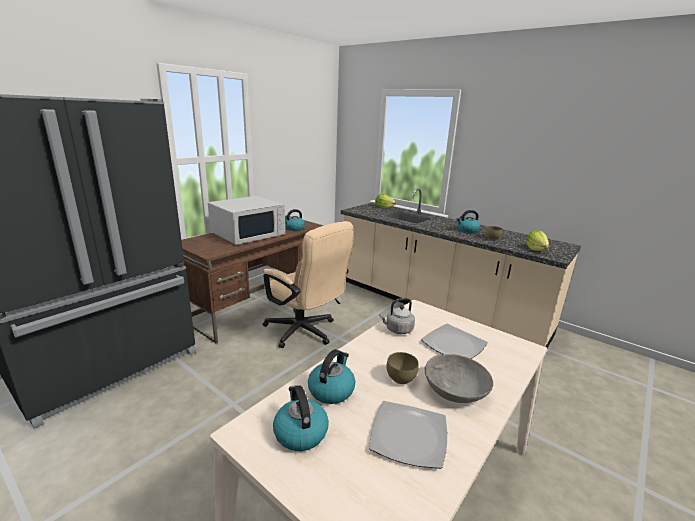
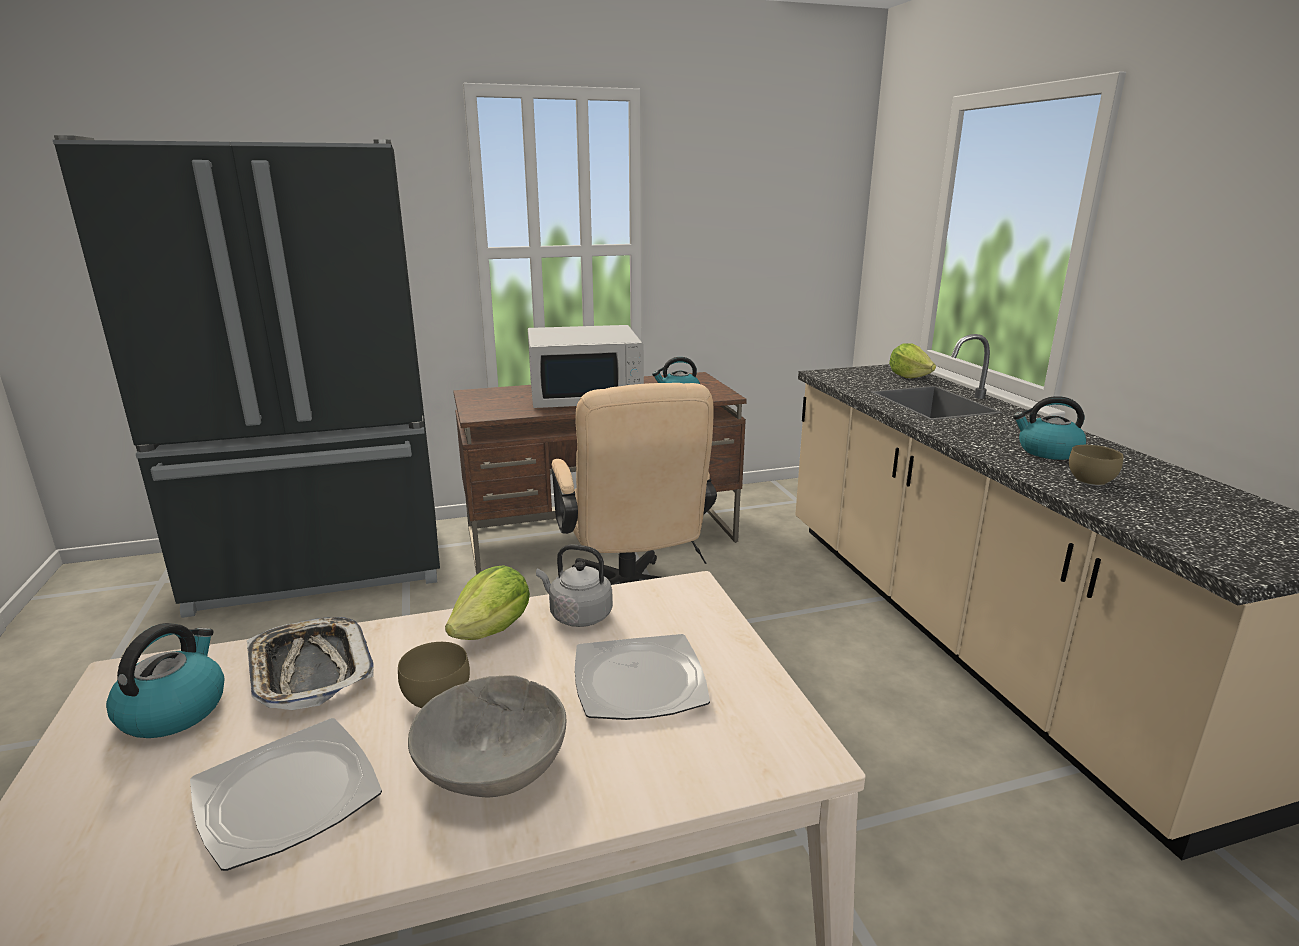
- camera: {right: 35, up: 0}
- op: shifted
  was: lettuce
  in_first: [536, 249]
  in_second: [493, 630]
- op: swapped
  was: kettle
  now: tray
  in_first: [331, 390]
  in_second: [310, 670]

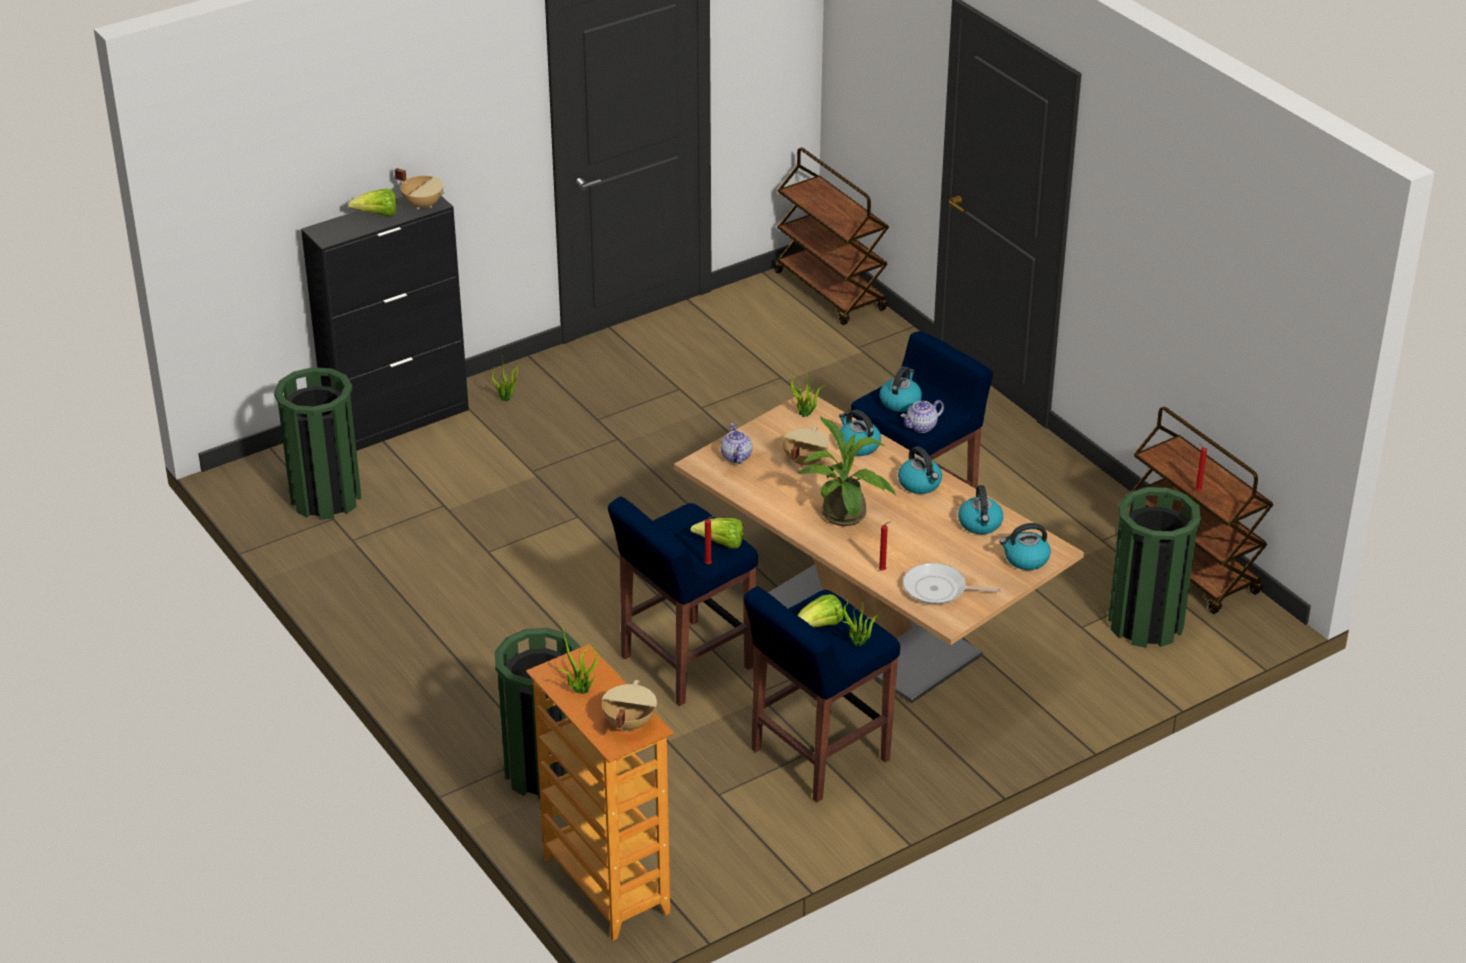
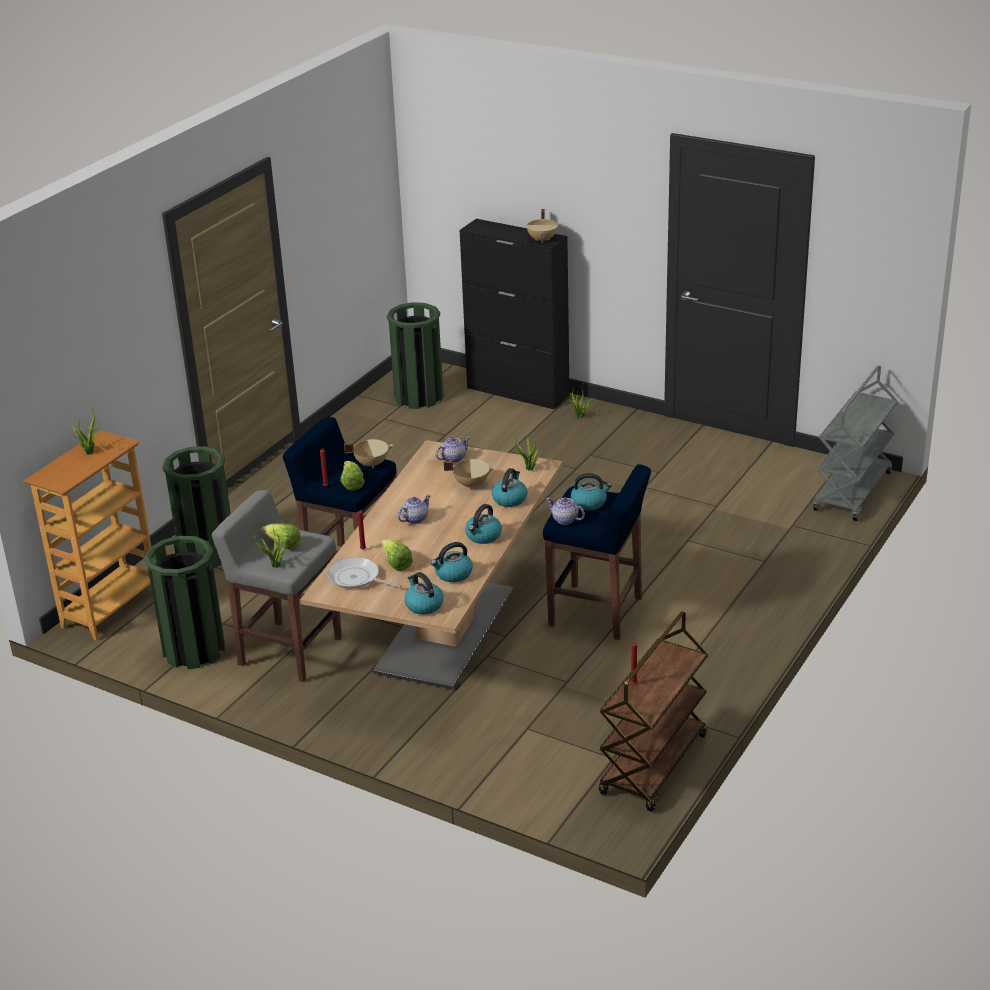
- camera: {right: 65, up: -5}
- op: shifted
  was: lettuce
  in_first: [378, 215]
  in_second: [396, 564]
- op: shifted
  was: beige cooking pot
  in_first: [628, 723]
  in_second: [371, 463]
- op: shifted
  was: green trash can
  in_first: [1146, 623]
  in_second: [194, 650]
- op: swapped
  was: potted plant
  now: teapot
  in_first: [846, 518]
  in_second: [415, 519]
- op: repainted
  was: blue stool
  now: grey stool
  in_first: [818, 756]
  in_second: [288, 651]
- op: repainted
  was: brown cart
  now: grey cart
  in_first: [831, 291]
  in_second: [853, 492]
- op: rotated
  was: frying pan
  in_first: [939, 590]
  in_second: [356, 578]
  clockwise: -45

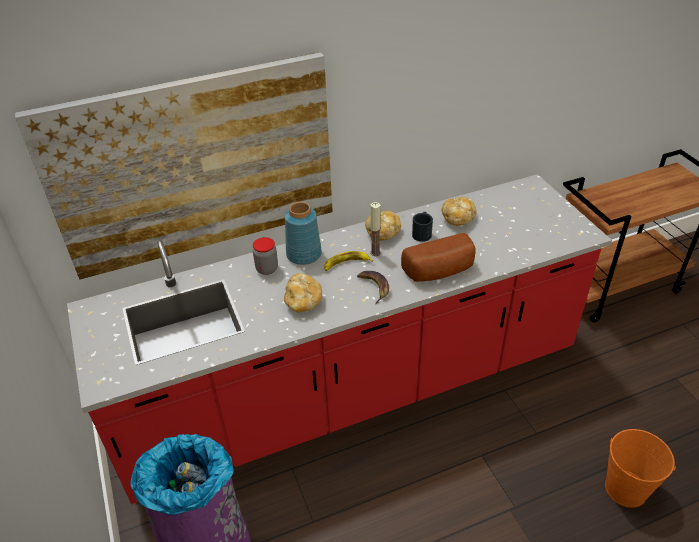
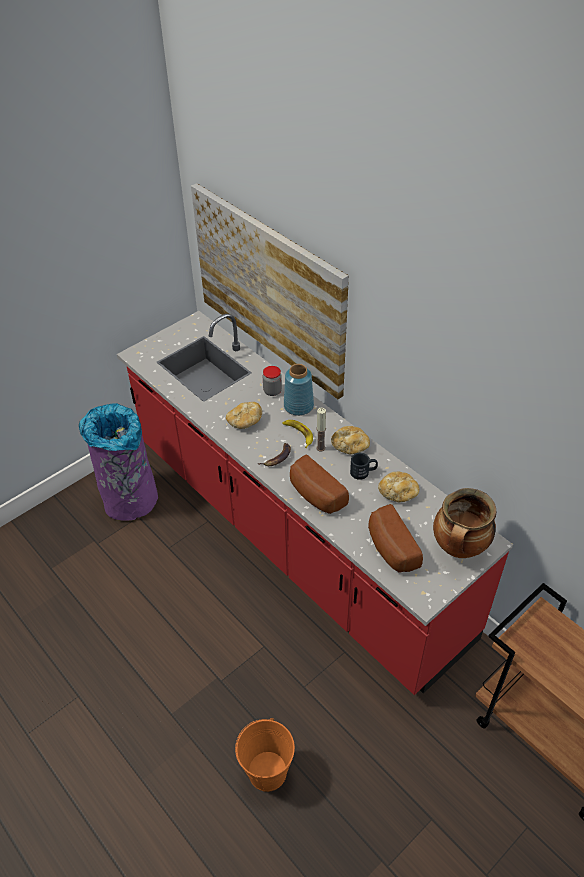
- camera: {right: 70, up: 5}
- op: new
  now: bread
  in_second: [390, 549]
- op: new
  now: cooking pot
  in_second: [459, 548]

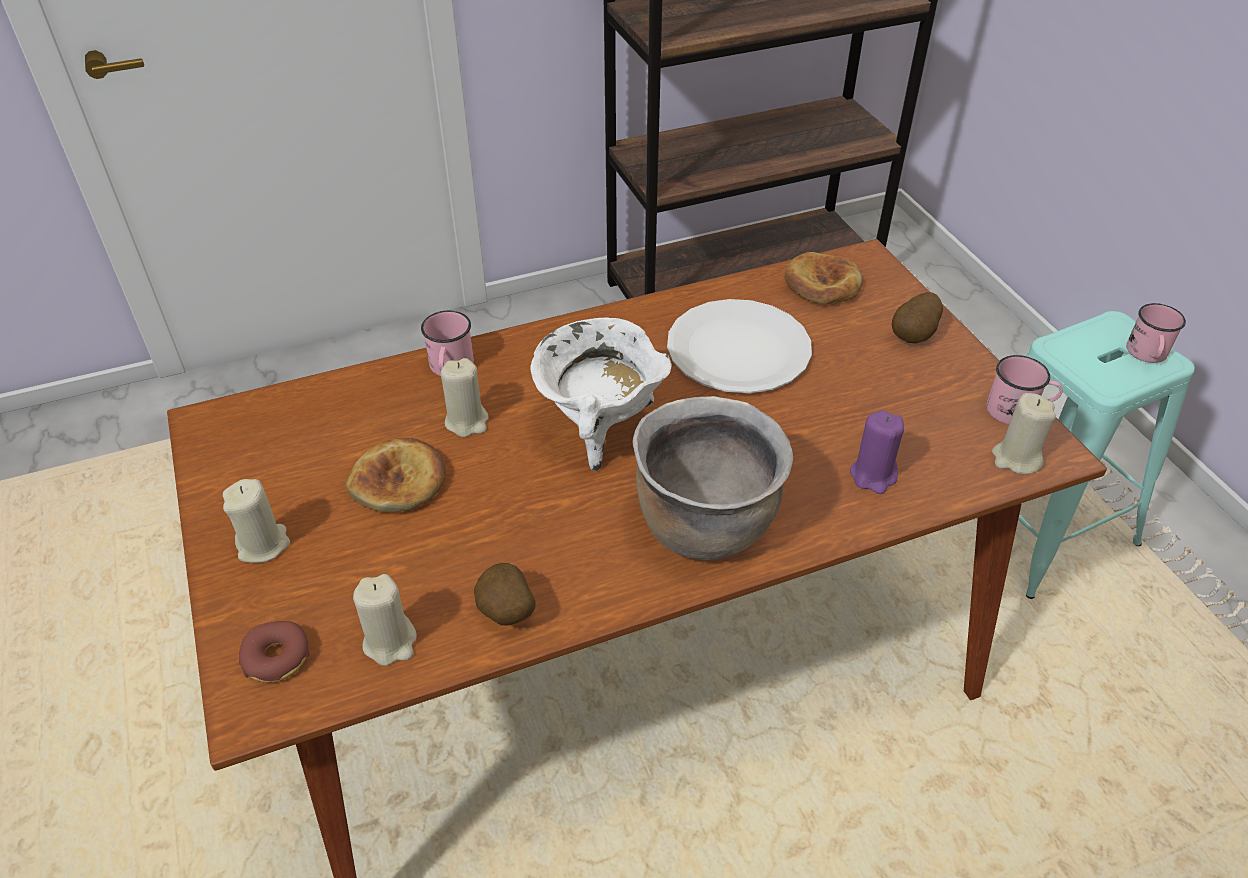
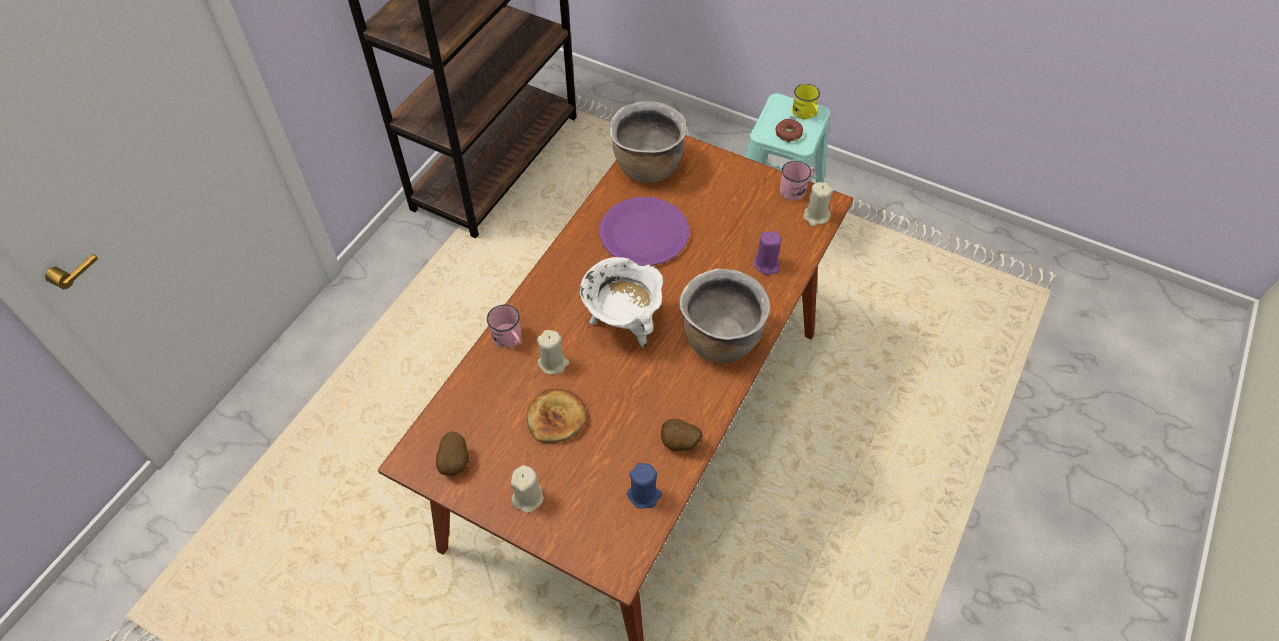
- camera: {right: -40, up: 10}
- op: shifted
  was: donut
  in_first: [277, 657]
  in_second: [788, 134]
- op: shifted
  was: potato
  in_first: [914, 336]
  in_second: [455, 462]
- op: swapped
  was: bread
  now: brown cooking pot
  in_first: [822, 284]
  in_second: [647, 167]
- op: repainted
  was: beige candle
  now: blue candle
  in_first: [390, 642]
  in_second: [644, 494]
- op: repainted
  was: white plate
  now: purple plate
  in_first: [739, 349]
  in_second: [644, 233]
- op: repainted
  was: pink mug
  now: yellow mug
  in_first: [1147, 355]
  in_second: [805, 114]

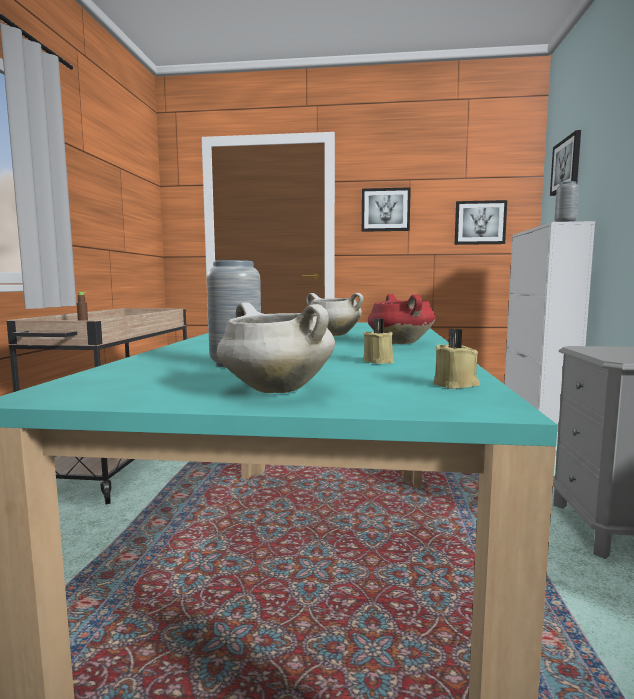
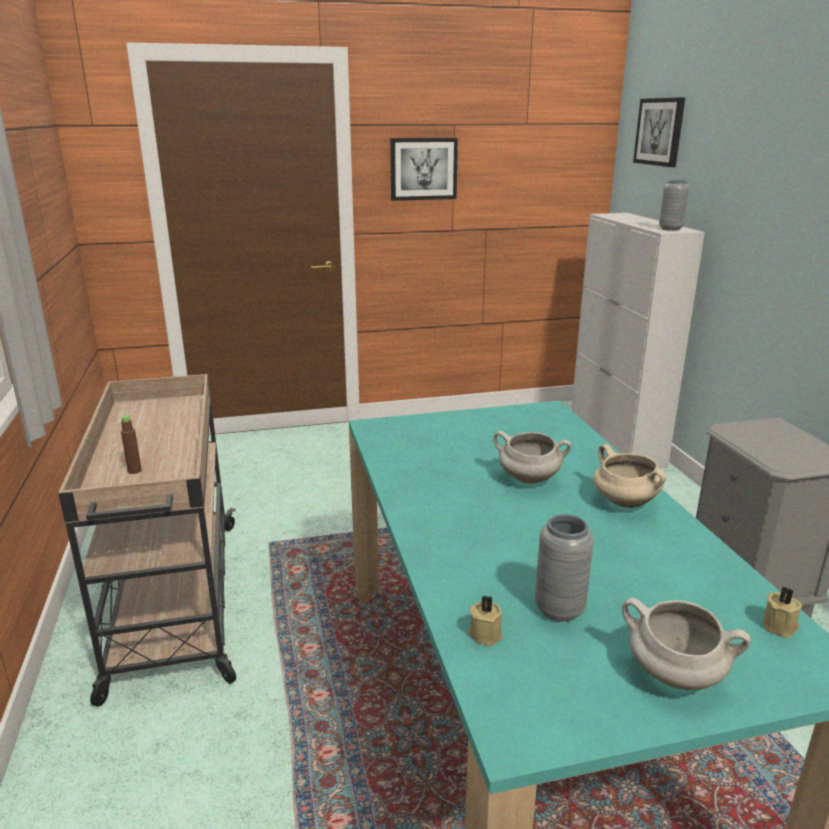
- camera: {right: -20, up: 15}
- op: gone
  was: picture
  in_first: [480, 223]
- op: shifted
  was: beige candle
  in_first: [379, 361]
  in_second: [485, 633]
- op: repainted
  was: red cooking pot
  now: beige cooking pot
  in_first: [399, 343]
  in_second: [623, 502]

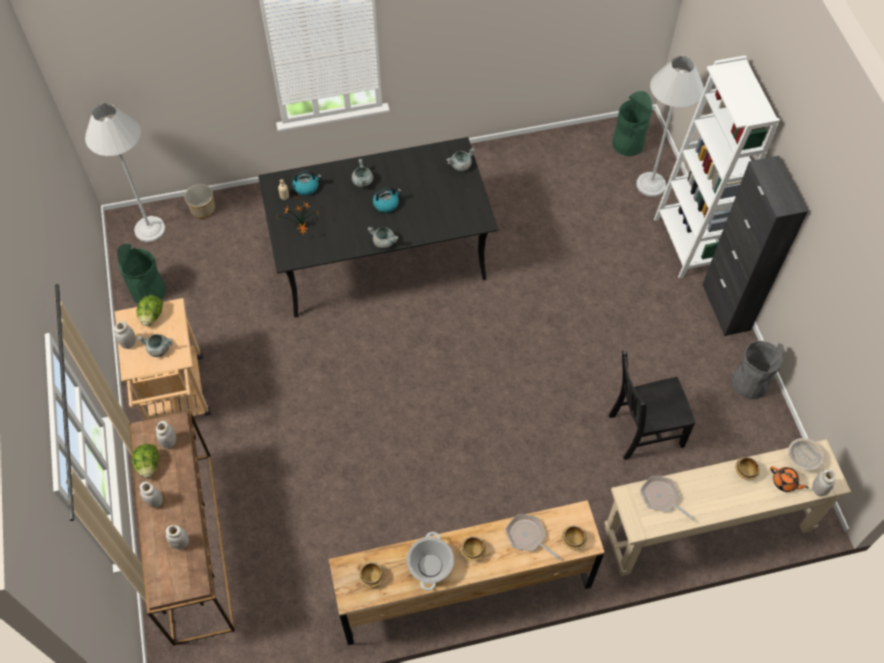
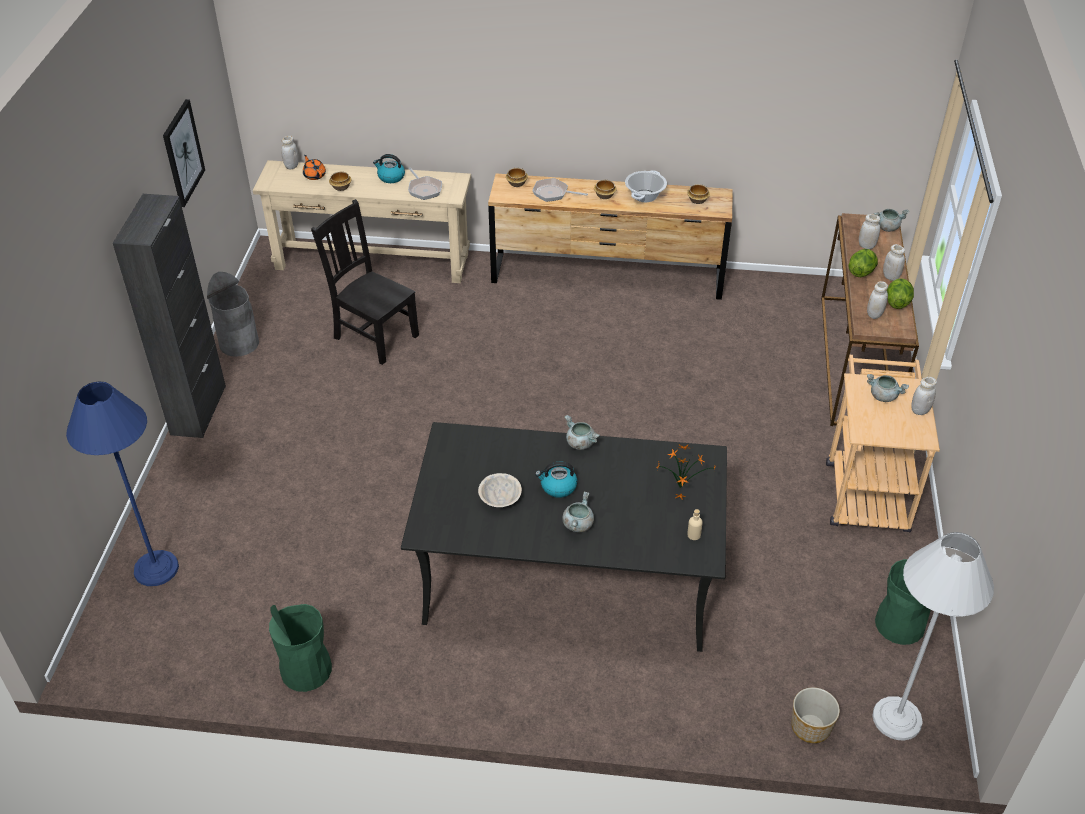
- camera: {right: -160, up: -15}
- op: gone
  was: white bookcase
  in_first: [686, 244]
- op: new
  now: picture
  in_second: [183, 153]
- op: shifted
  was: lettuce
  in_first: [152, 316]
  in_second: [861, 272]
- op: shifted
  was: kettle
  in_first: [306, 187]
  in_second: [390, 177]
- op: shifted
  was: grey cooking pot
  in_first: [460, 166]
  in_second: [887, 227]
- op: shifted
  was: green trash can
  in_first: [628, 144]
  in_second: [306, 670]
- op: shifted
  was: beige bowl
  in_first: [803, 458]
  in_second: [500, 498]
- op: repainted
  was: white floor lamp
  now: blue floor lamp
  in_first: [651, 184]
  in_second: [156, 568]
- op: rotated
  was: frying pan
  in_first: [528, 536]
  in_second: [553, 193]
  clockwise: 135
- op: rotated
  was: black chair
  in_first: [643, 431]
  in_second: [374, 335]
  clockwise: -150

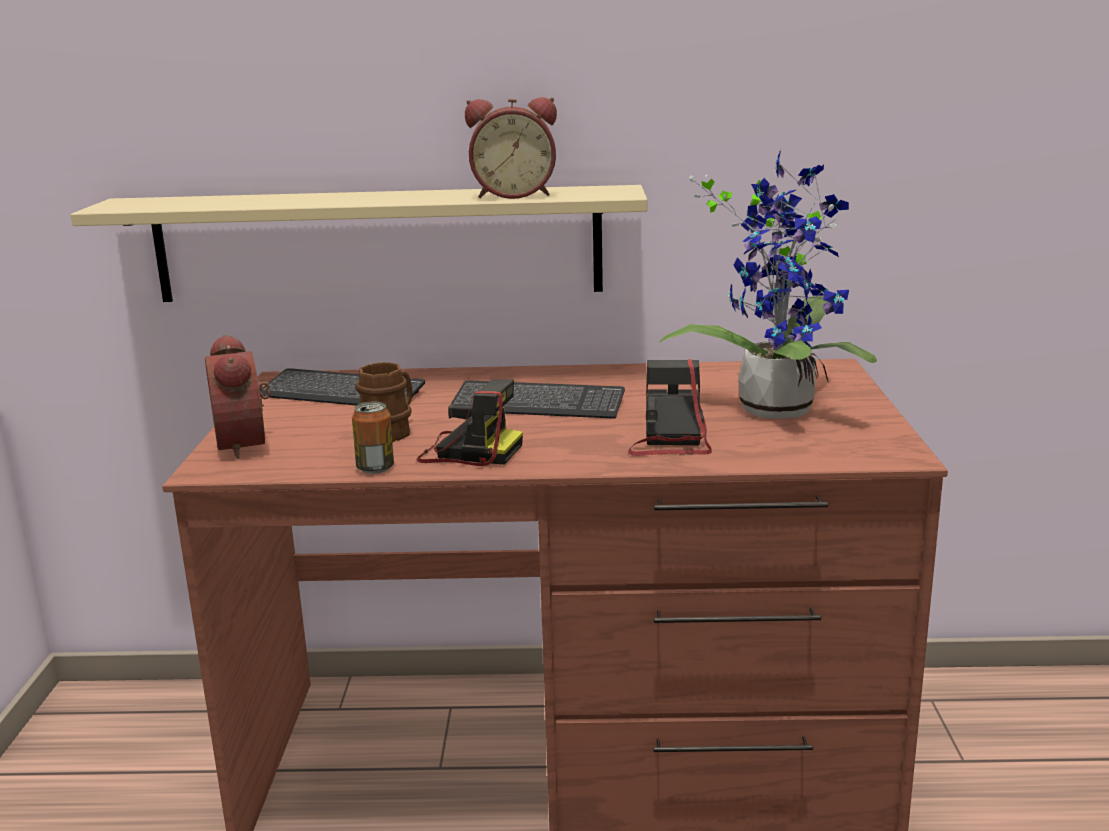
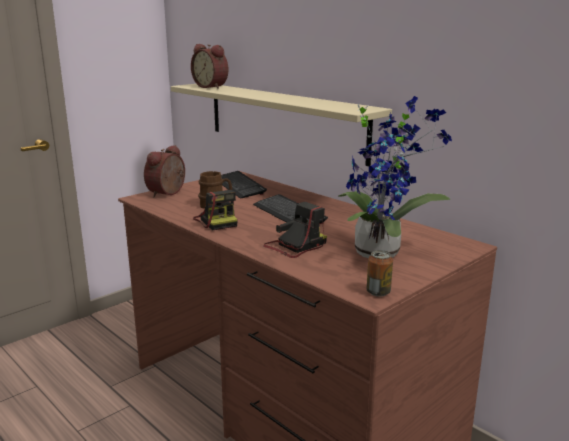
- camera: {right: 45, up: 0}
- op: shifted
  was: can
  in_first: [375, 468]
  in_second: [378, 292]
- op: shifted
  was: alarm clock
  in_first: [514, 195]
  in_second: [212, 87]

